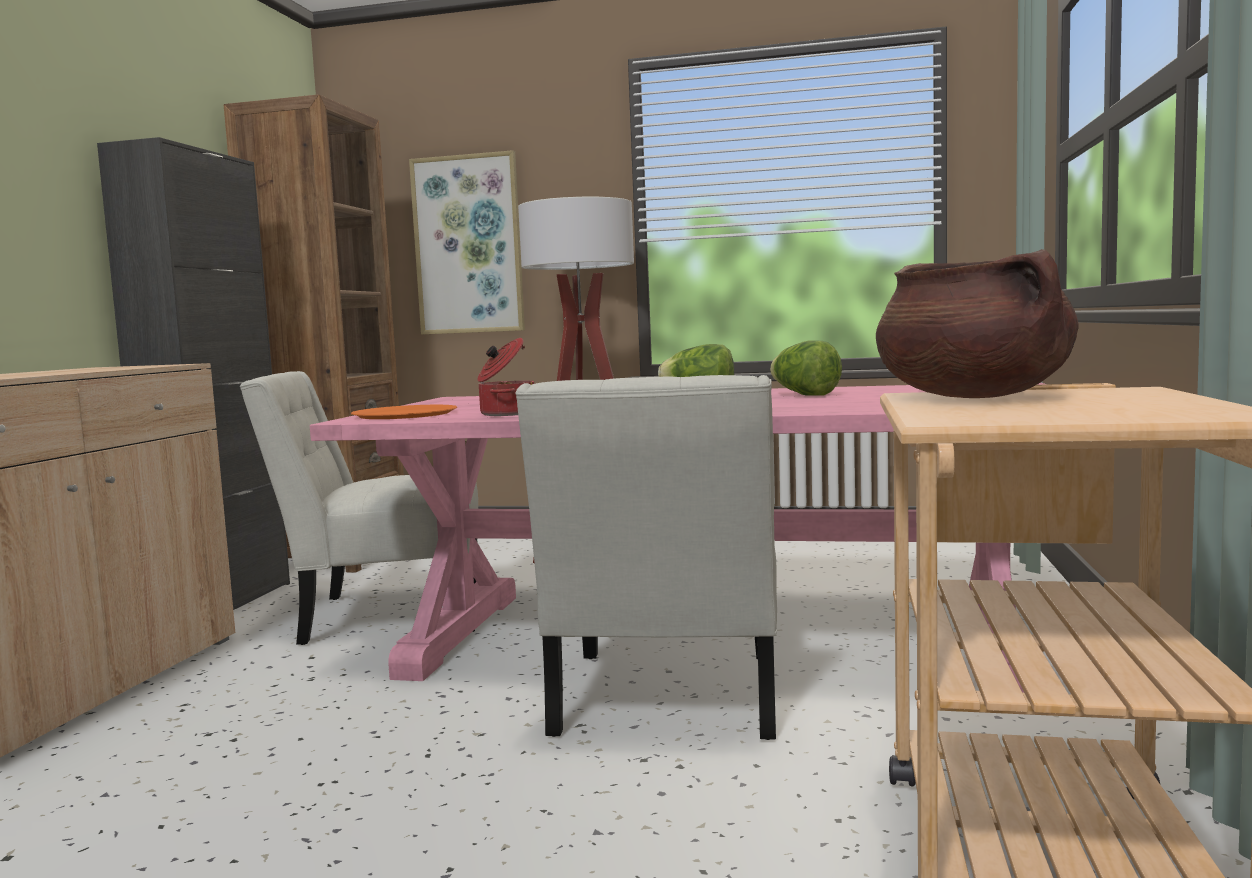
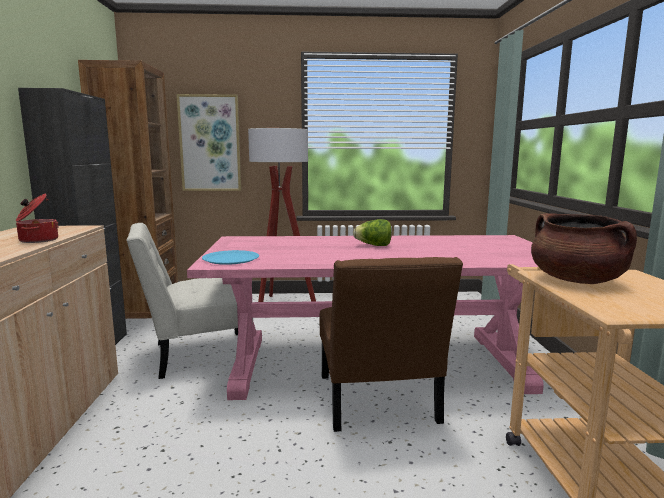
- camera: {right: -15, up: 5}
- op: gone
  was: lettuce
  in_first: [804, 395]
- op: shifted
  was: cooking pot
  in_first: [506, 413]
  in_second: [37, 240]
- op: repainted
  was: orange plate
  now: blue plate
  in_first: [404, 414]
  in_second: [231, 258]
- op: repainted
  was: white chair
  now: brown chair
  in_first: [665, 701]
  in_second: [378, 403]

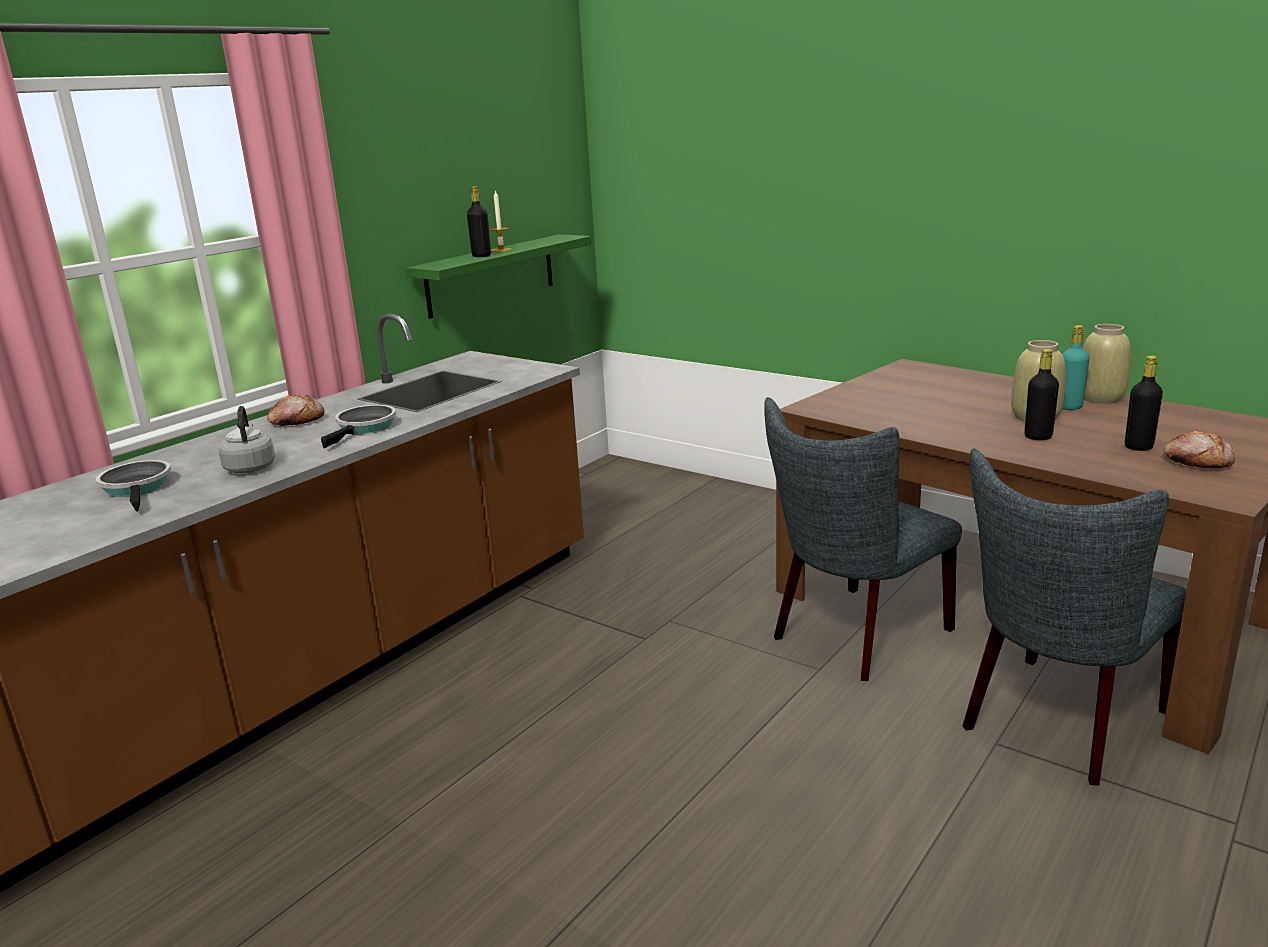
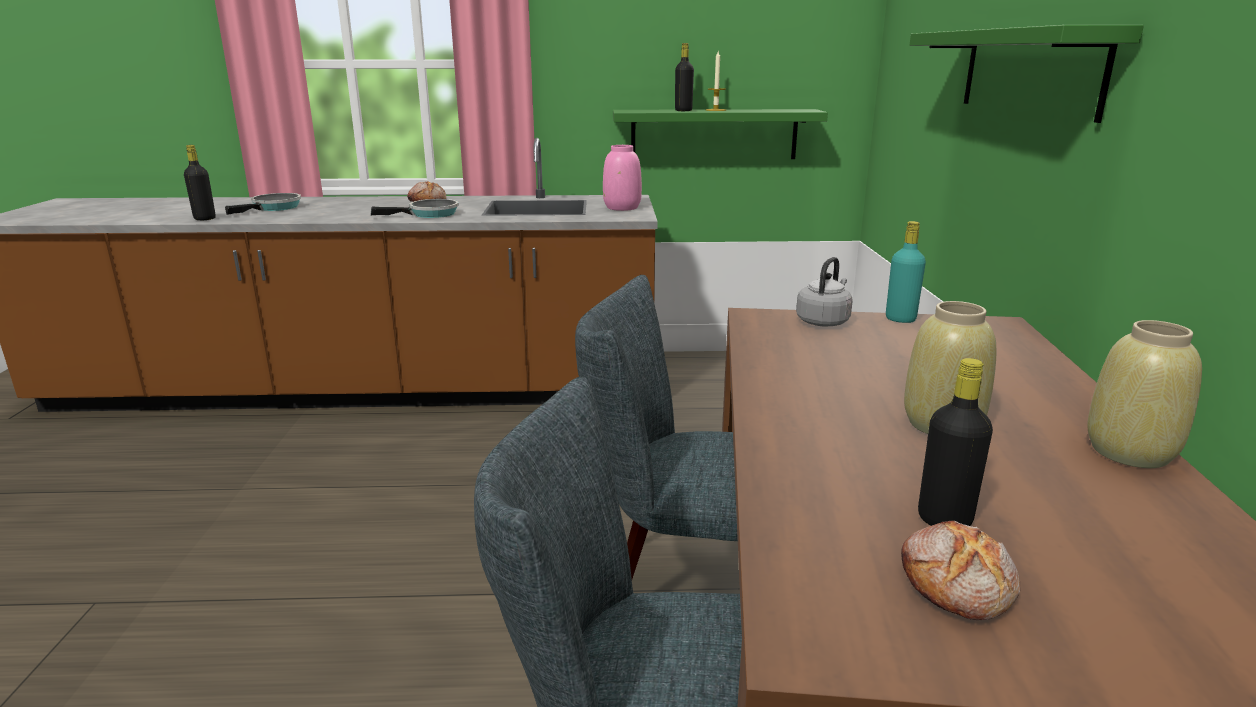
- camera: {right: 50, up: 0}
- op: new
  now: pink vase
  in_second: [622, 208]
- op: new
  now: green shelf
  in_second: [1029, 71]
- op: shifted
  was: grey kettle
  in_first: [250, 467]
  in_second: [823, 321]
- op: shifted
  was: black bottle
  in_first: [1038, 437]
  in_second: [205, 218]
- op: shifted
  was: turquoise bottle
  in_first: [1069, 407]
  in_second: [900, 319]

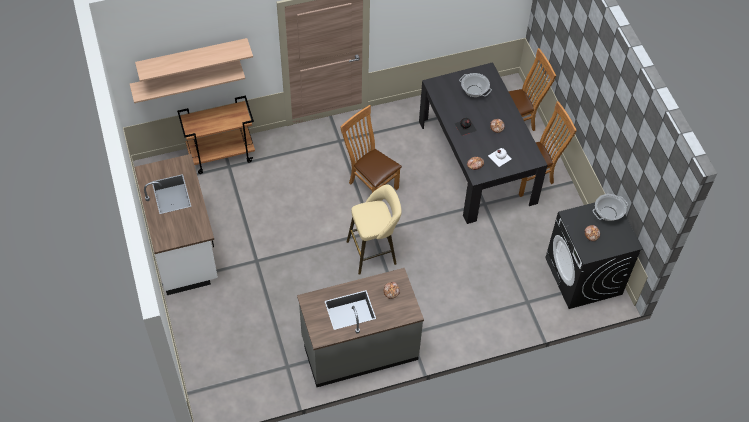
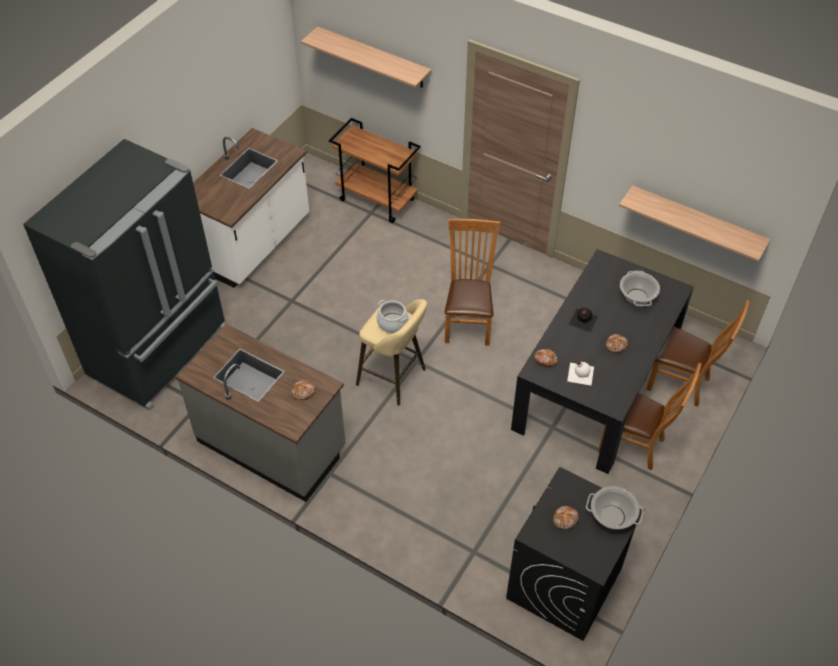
- camera: {right: 50, up: -5}
- op: new
  now: black fridge
  in_second: [161, 352]
- op: new
  now: cooking pot
  in_second: [392, 323]
- op: shifted
  was: shelf
  in_first: [186, 78]
  in_second: [697, 221]

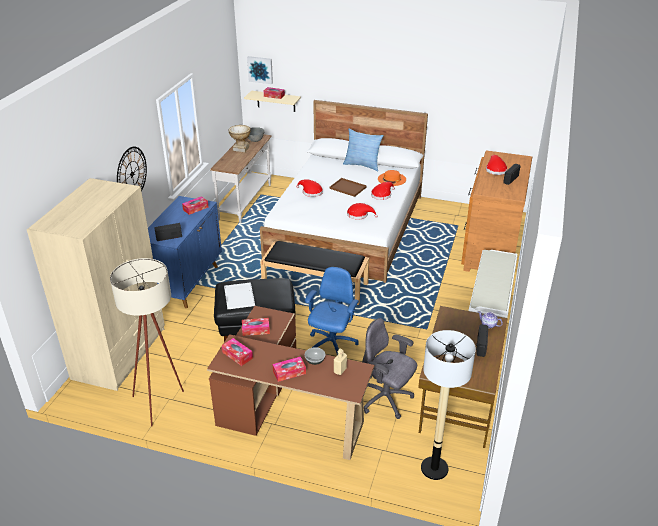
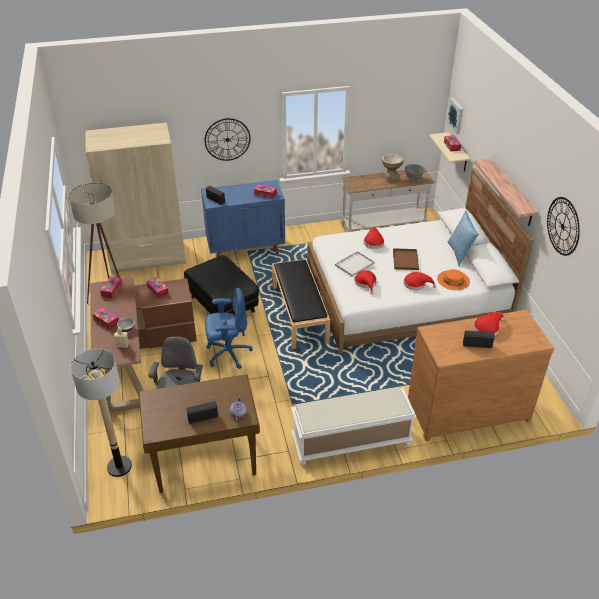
- camera: {right: 60, up: 5}
- op: new
  now: shelf
  in_second: [511, 192]
- op: new
  now: wall clock
  in_second: [563, 226]
- op: shifted
  was: white tray
  in_first: [239, 297]
  in_second: [354, 264]

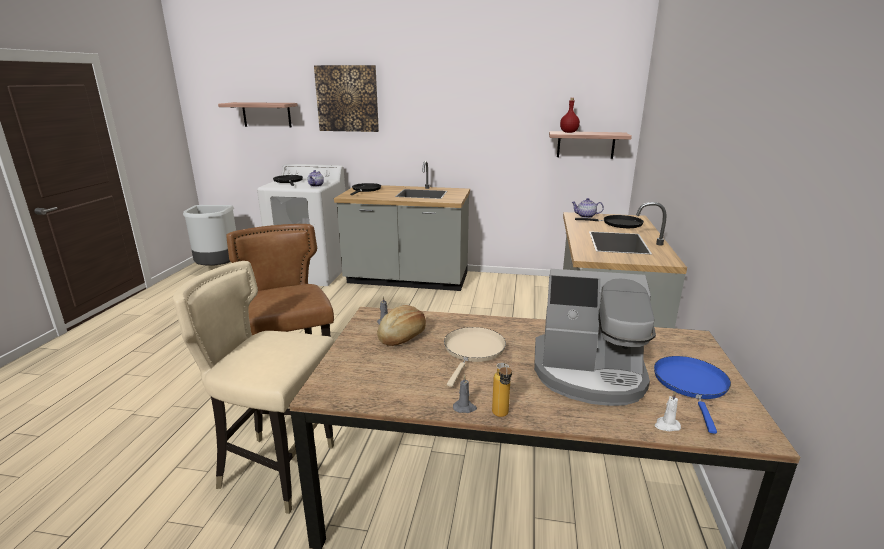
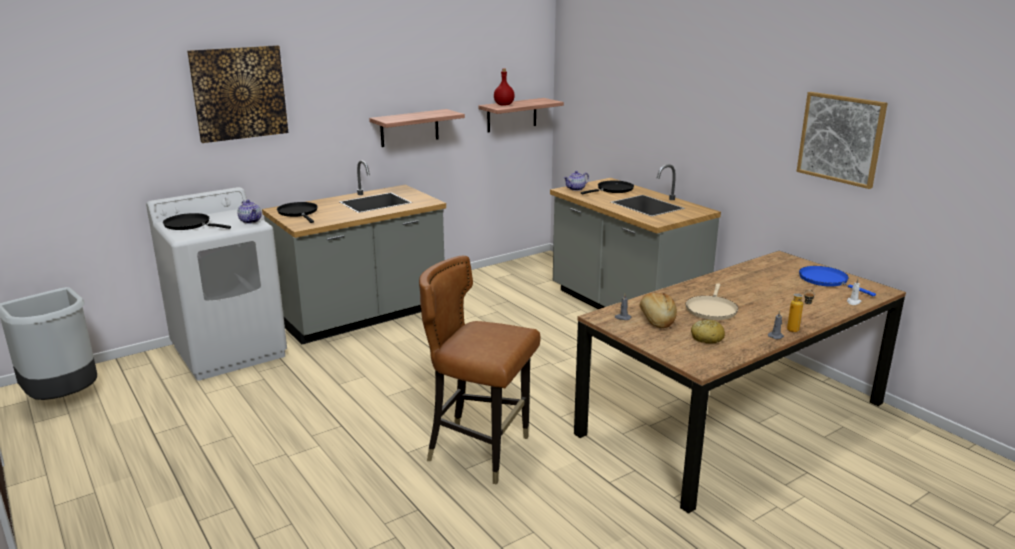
- camera: {right: -45, up: 0}
- op: gone
  was: beige chair
  in_first: [279, 469]
- op: gone
  was: coffee machine
  in_first: [589, 373]
- op: new
  now: bread
  in_second: [706, 338]
- op: new
  now: picture
  in_second: [841, 138]
- op: shifted
  was: shelf
  in_first: [266, 114]
  in_second: [409, 128]
- op: rotated
  was: beige frying pan
  in_first: [473, 351]
  in_second: [711, 309]
  clockwise: -135

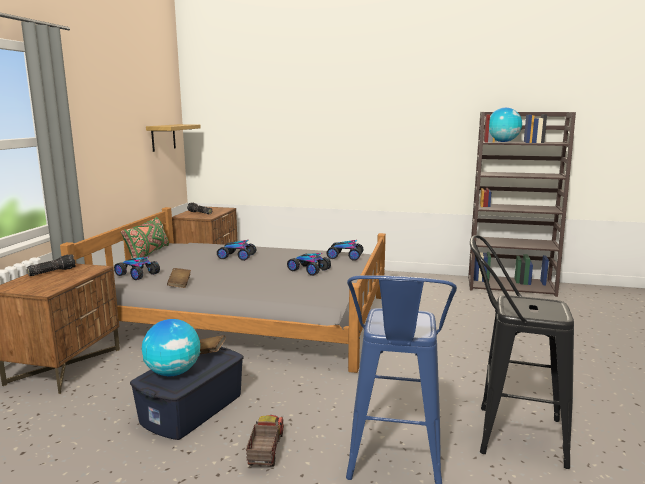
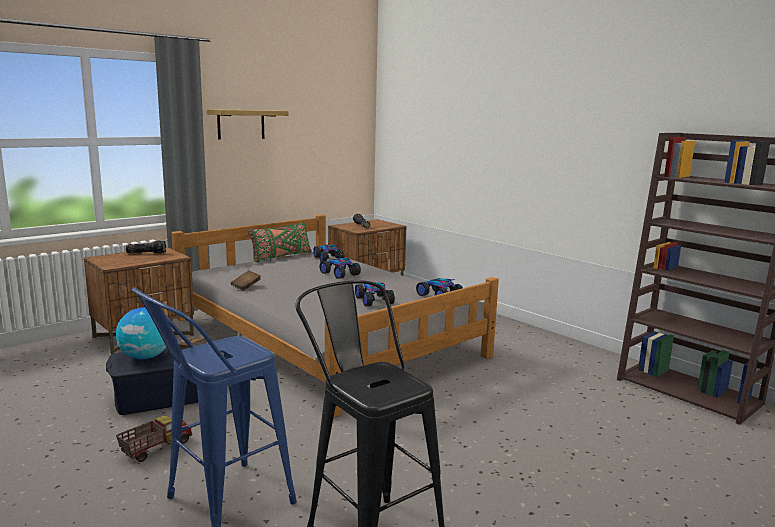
- camera: {right: 35, up: 0}
- op: gone
  was: globe
  in_first: [503, 141]
- op: shifted
  was: toy car
  in_first: [138, 274]
  in_second: [329, 259]
- op: shifted
  was: shelf
  in_first: [163, 137]
  in_second: [241, 124]

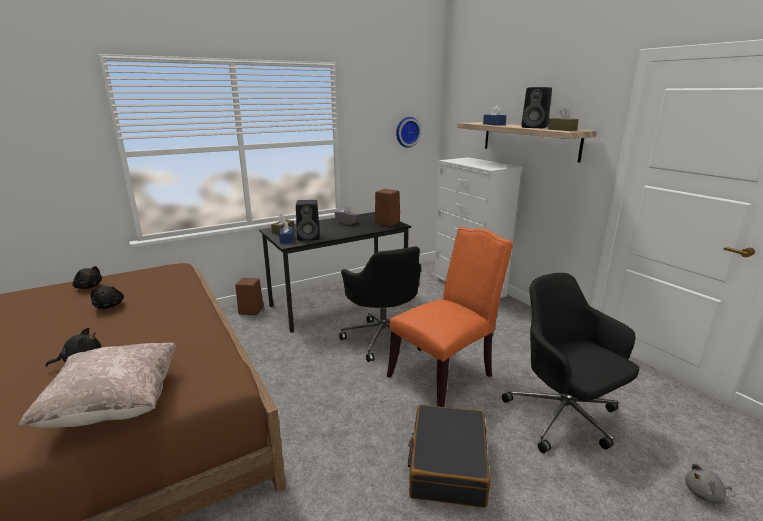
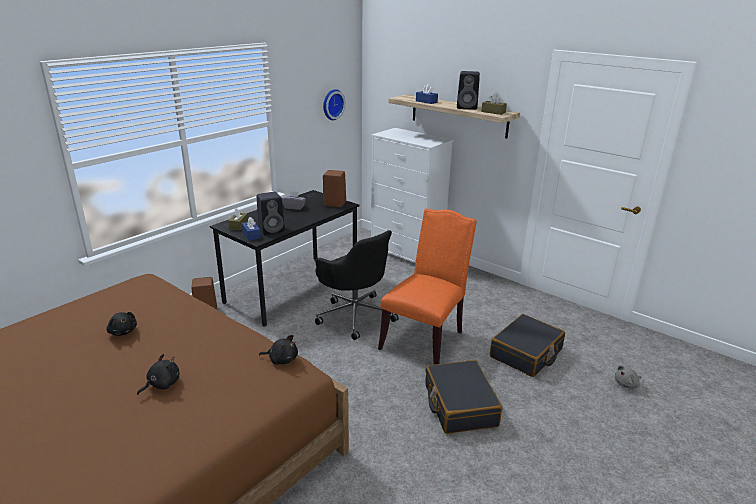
- camera: {right: -20, up: 5}
- op: gone
  was: beige pillow
  in_first: [115, 406]
- op: shifted
  was: black plush toy
  in_first: [88, 287]
  in_second: [282, 359]
- op: swapped
  was: black office chair
  now: black suitcase
  in_first: [564, 417]
  in_second: [526, 353]

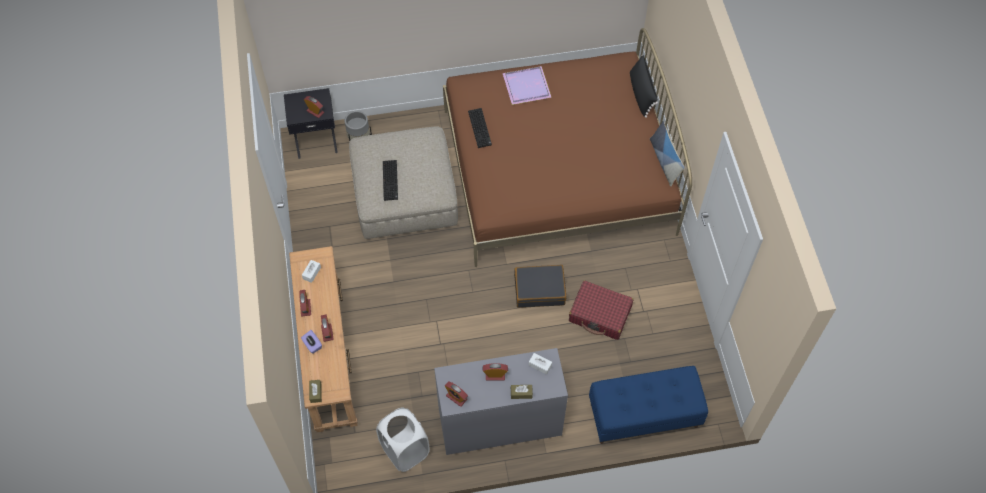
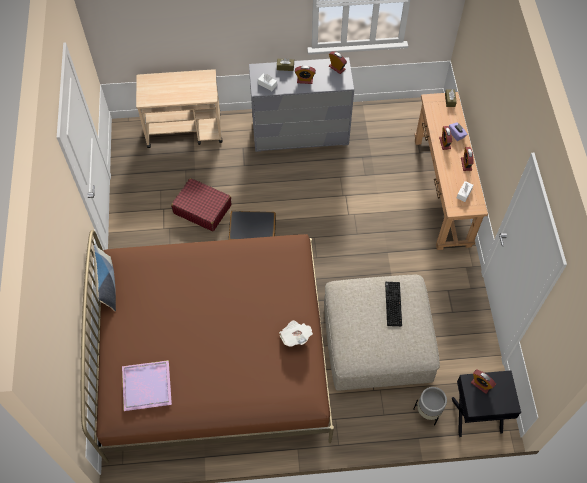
- camera: {right: -175, up: 0}
- op: gone
  was: white laundry basket
  in_first: [405, 450]
- op: gone
  was: black pillow
  in_first: [641, 93]
- op: shifted
  was: purple tray
  in_first: [526, 87]
  in_second: [147, 385]
- op: swapped
  was: keyboard
  now: newspaper
  in_first: [480, 128]
  in_second: [295, 336]
- op: swapped
  was: blue bench
  now: beige cart
  in_first: [643, 416]
  in_second: [185, 130]

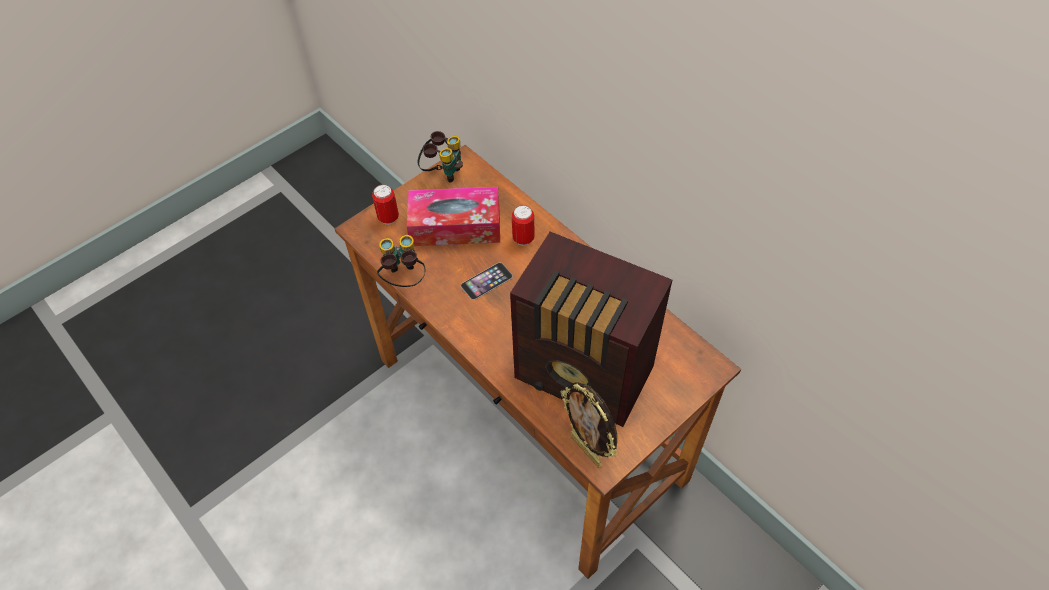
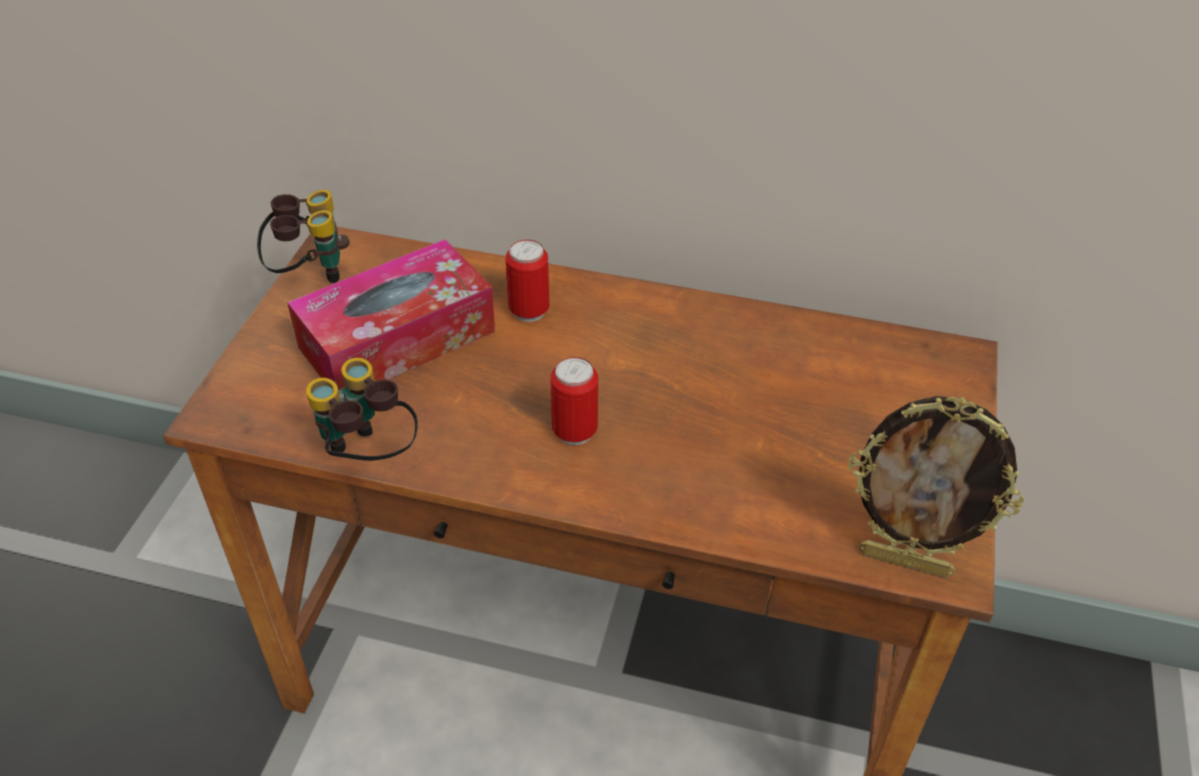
- camera: {right: -35, up: -10}
- op: gone
  was: phone
  in_first: [486, 281]
- op: gone
  was: radio
  in_first: [585, 376]
- op: shifted
  was: can
  in_first: [388, 218]
  in_second: [574, 432]

